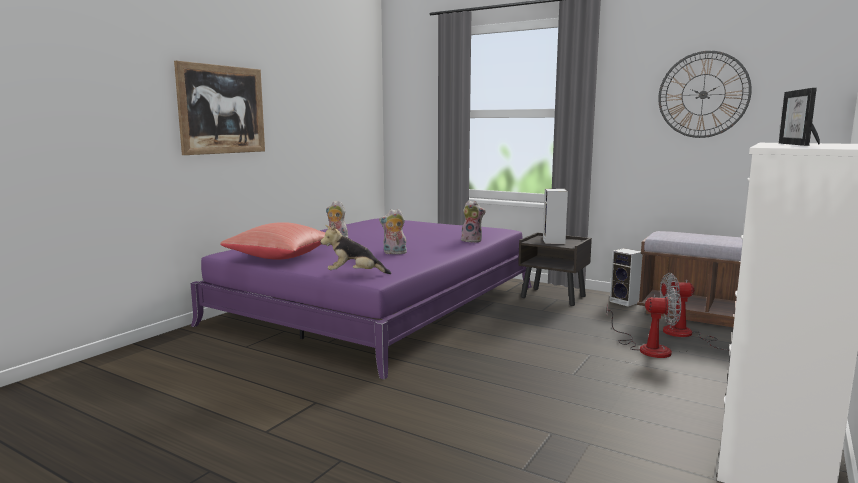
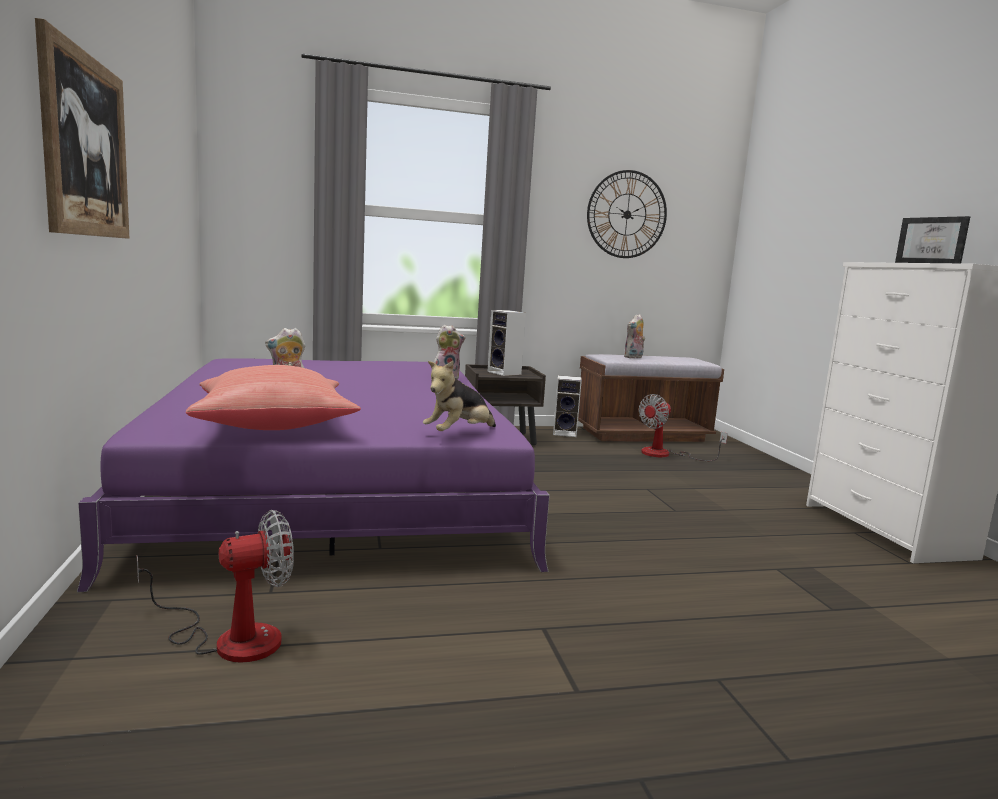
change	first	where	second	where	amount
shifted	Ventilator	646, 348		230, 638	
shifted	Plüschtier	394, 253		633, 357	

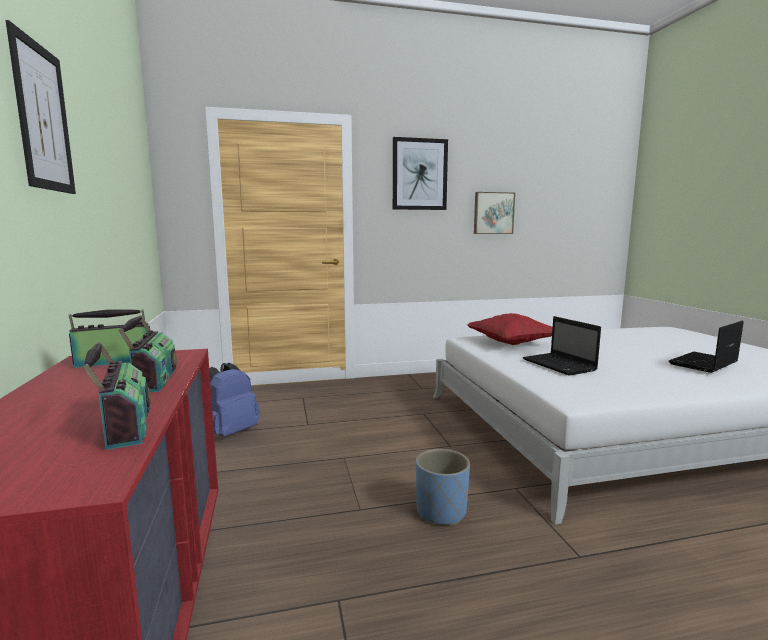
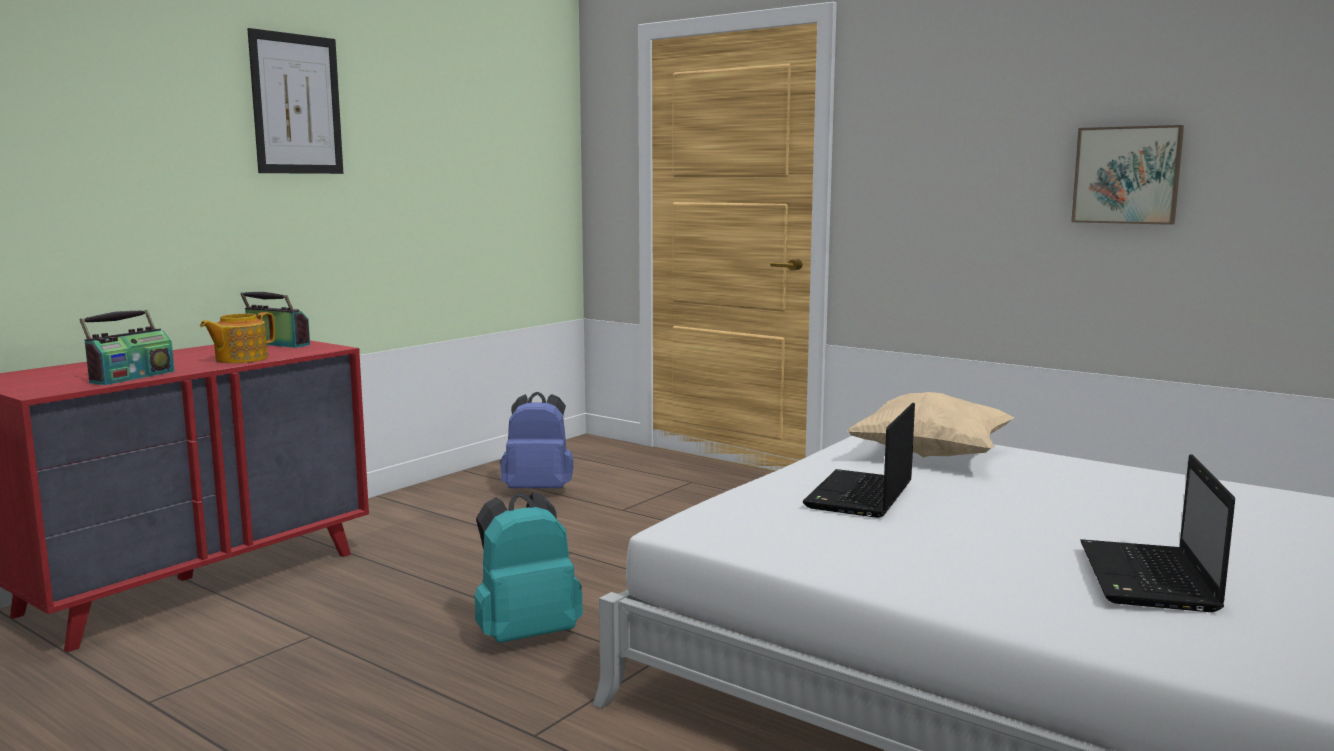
change	first	where	second	where	amount
swapped	Radio	153, 380	Teekanne	240, 359	
swapped	Pflanzkübel (blau)	441, 511	Rucksack (türkis)	525, 634	
repainted	Kissen (rot)	511, 343	Kissen (beige)	931, 455	
rotated	Laptop	703, 364		1149, 579	90 degrees counterclockwise
gone	Bild	419, 174			

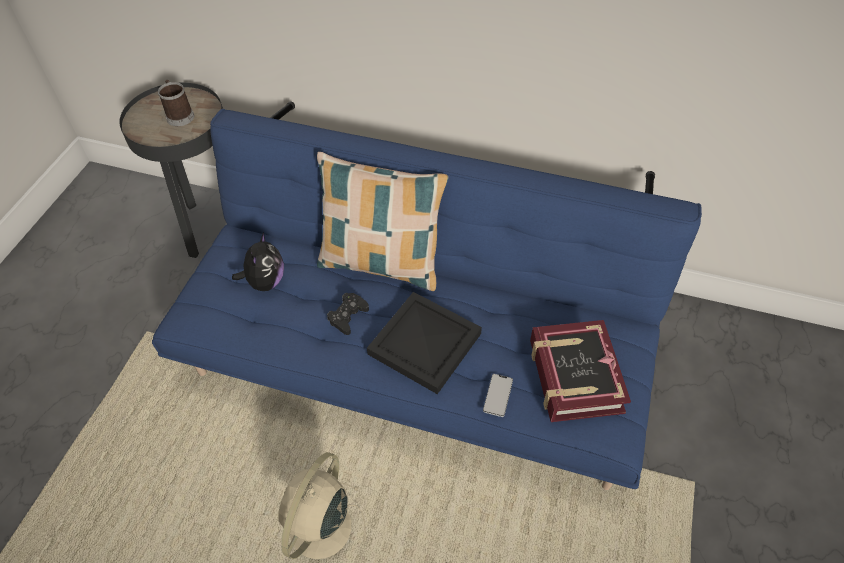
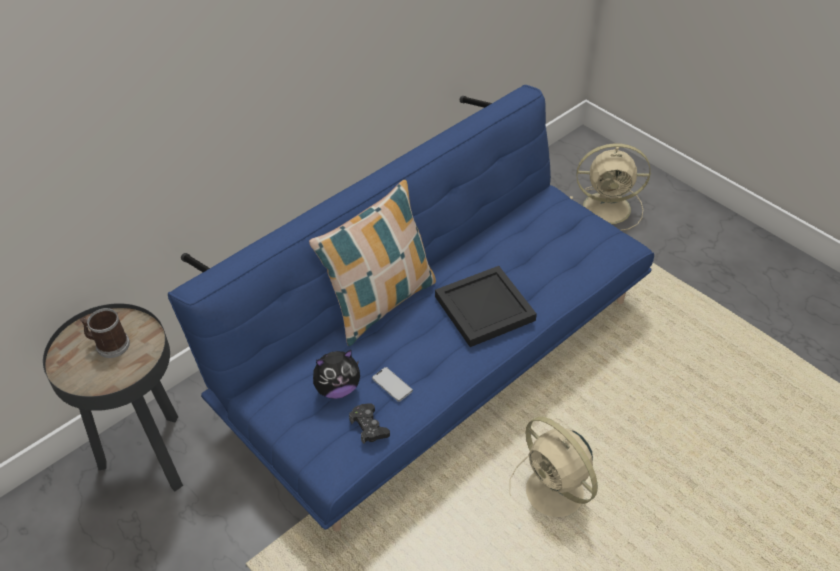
change	first	where	second	where	amount
rotated	Plüschtier	265, 282		337, 388	120 degrees clockwise
shifted	Gamepad (schwarz)	348, 316		369, 427	
shifted	Handy	498, 395		392, 385	
new			Ventilator (beige)	609, 208	
gone	Buch	574, 376			

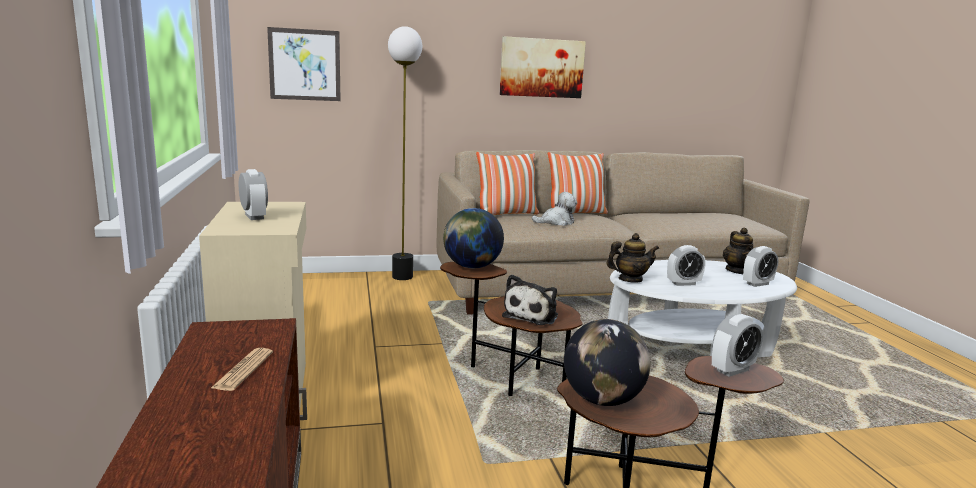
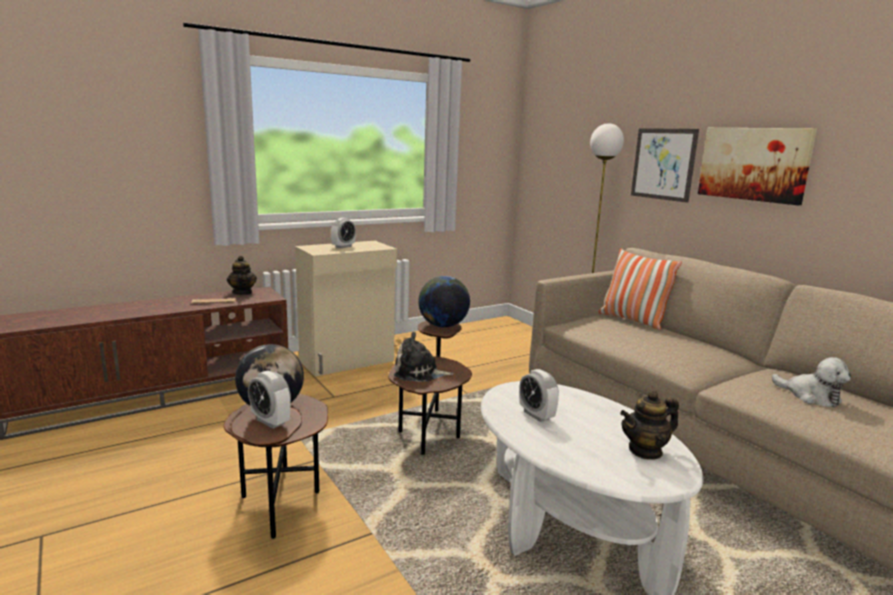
change	first	where	second	where	amount
shifted	Teekanne	630, 279		242, 292	
shifted	Bild	304, 65		663, 164	
shifted	Plüschtier	556, 222		810, 396	
gone	Kissen	575, 213			
gone	Wecker	757, 284			

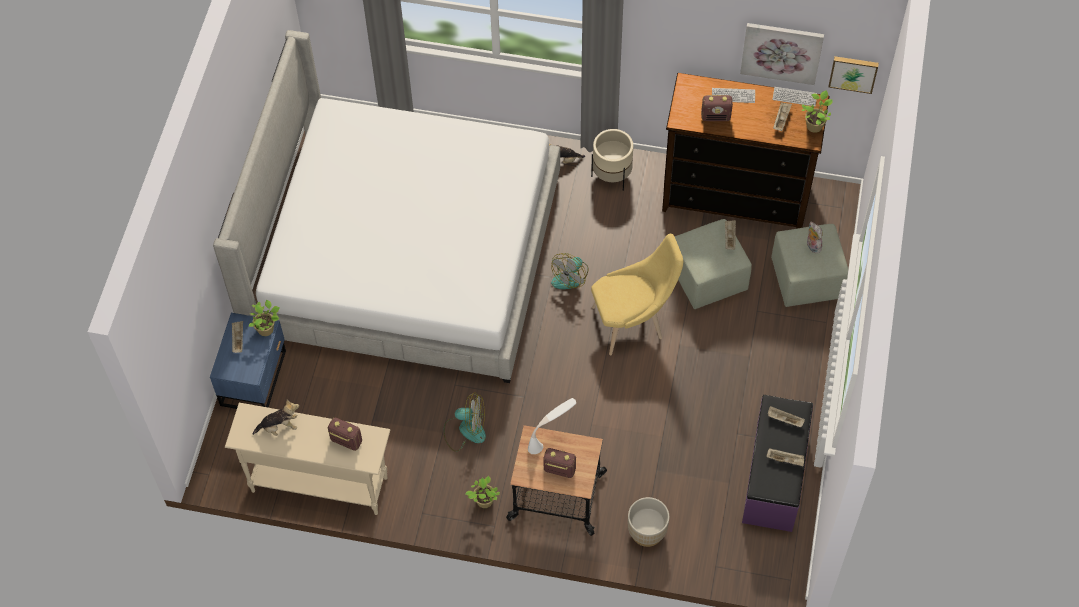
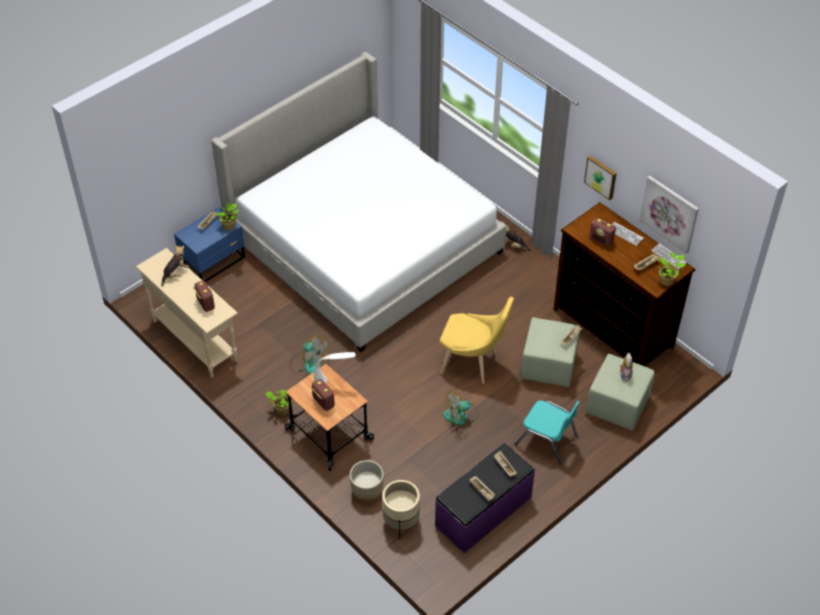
change	first	where	second	where	amount
rotated	Plüschtier	279, 427		175, 273	75 degrees counterclockwise
shifted	Pflanzkübel (beige)	612, 176		401, 522	
shifted	Ventilator	570, 276		461, 415	
new			Stuhl (türkis)	546, 441	
shifted	Bild	853, 73		601, 176	

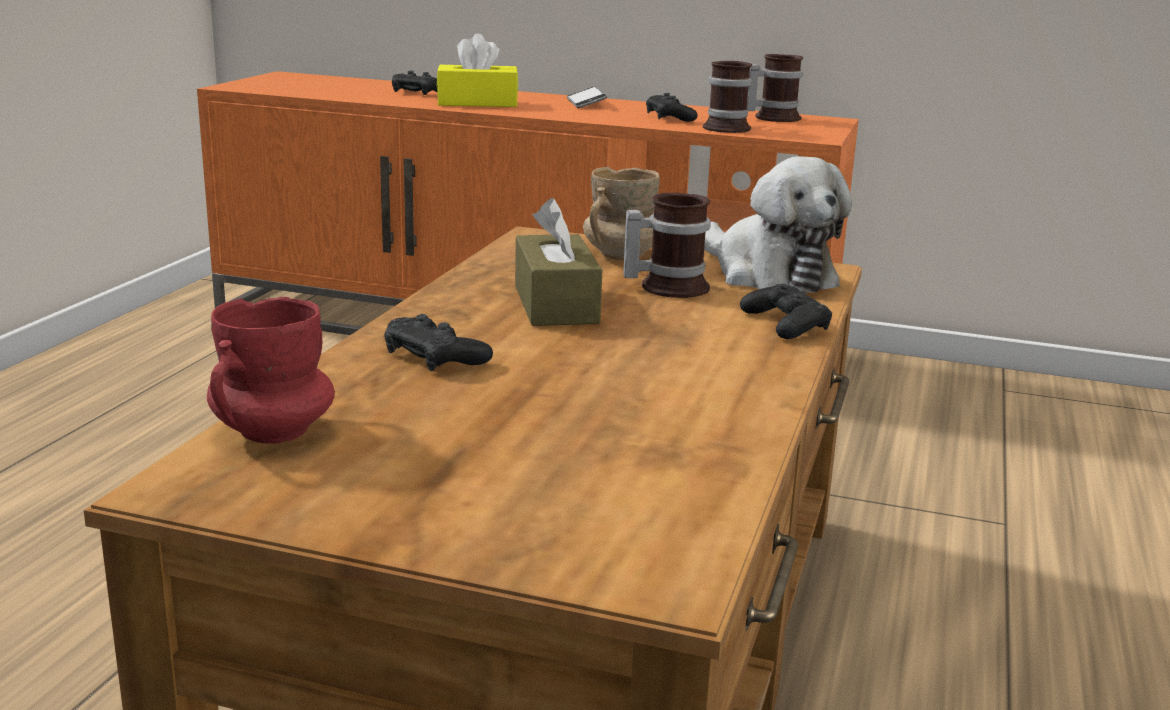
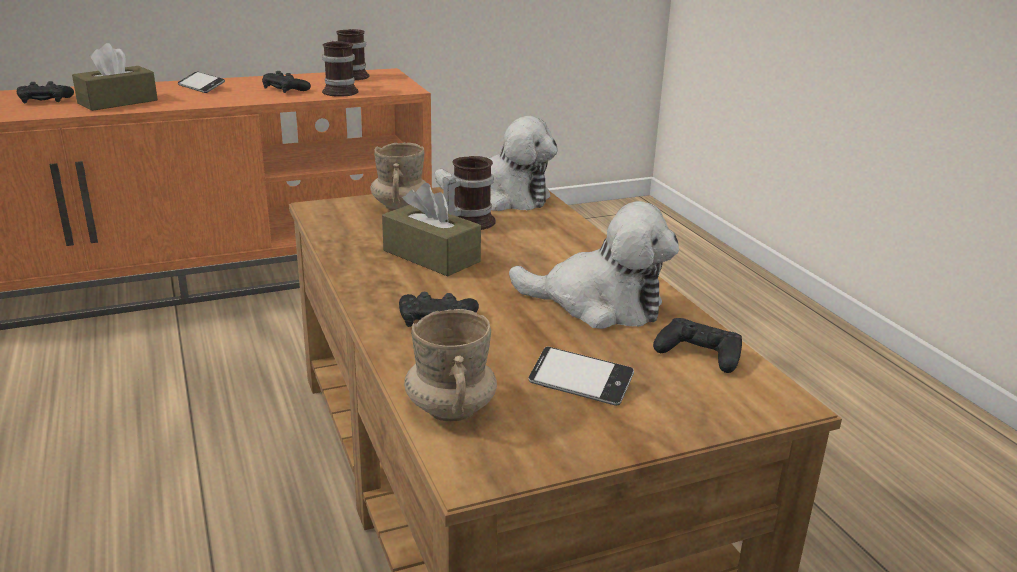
change	first	where	second	where	amount
repainted	Taschentuchbox (gelb)	477, 103	Taschentuchbox (braun)	118, 102	
repainted	Henkelbecher (rot)	274, 431	Henkelbecher (beige)	450, 409	
new			Plüschtier	599, 304	
new			Handy	580, 383	
shifted	Gamepad (schwarz)	785, 324		699, 354	

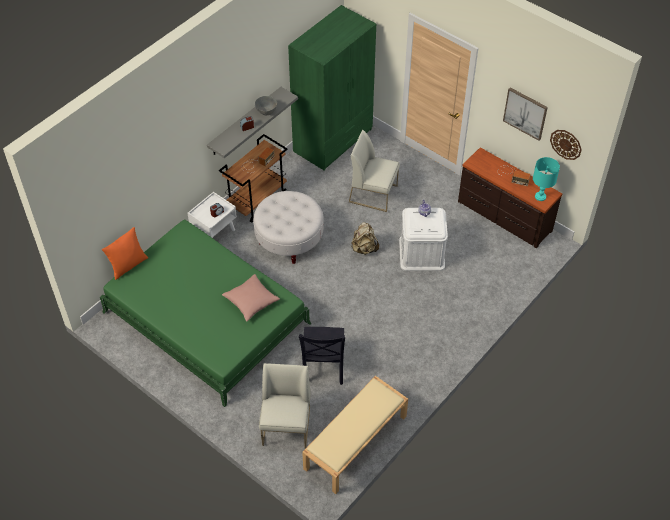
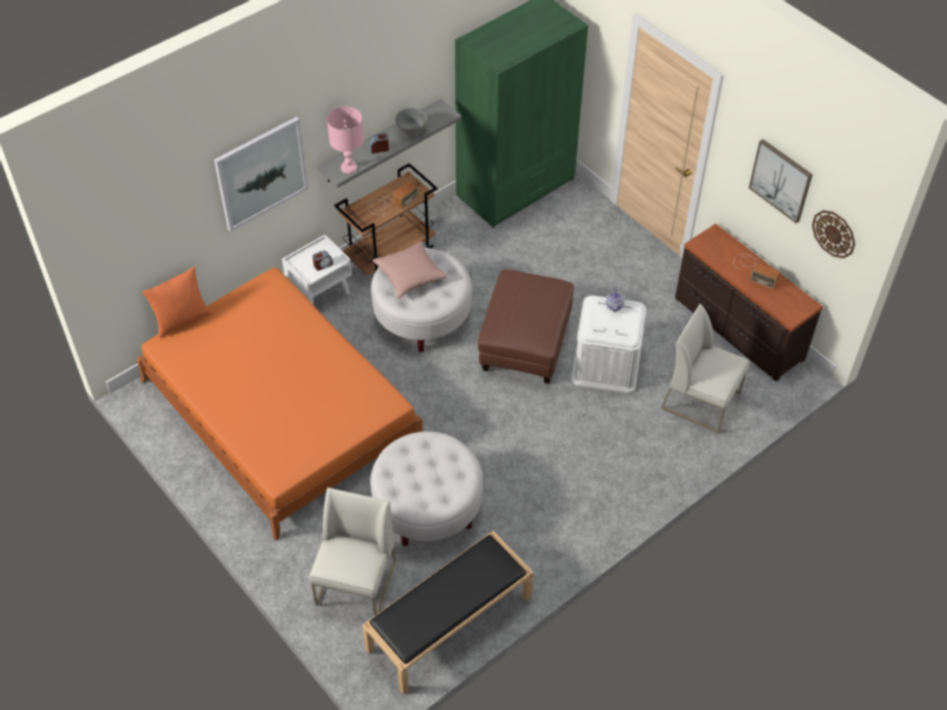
change	first	where	second	where	amount
repainted	Bett (grün)	206, 318	Bett (orange)	280, 410	
new			Bild	261, 173	
new			Tischlampe (rosa)	349, 167	
repainted	Bank (beige)	355, 443	Bank (schwarz)	449, 624	
swapped	Stuhl (schwarz)	323, 368	Polsterhocker (weiß)	427, 507	
shifted	Kissen (rosa)	251, 301		410, 275	
swapped	Rucksack (beige)	364, 248	Polsterhocker (braun)	525, 345	
shifted	Stuhl (weiß)	373, 193		701, 400	
gone	Tischlampe (türkis)	540, 196			

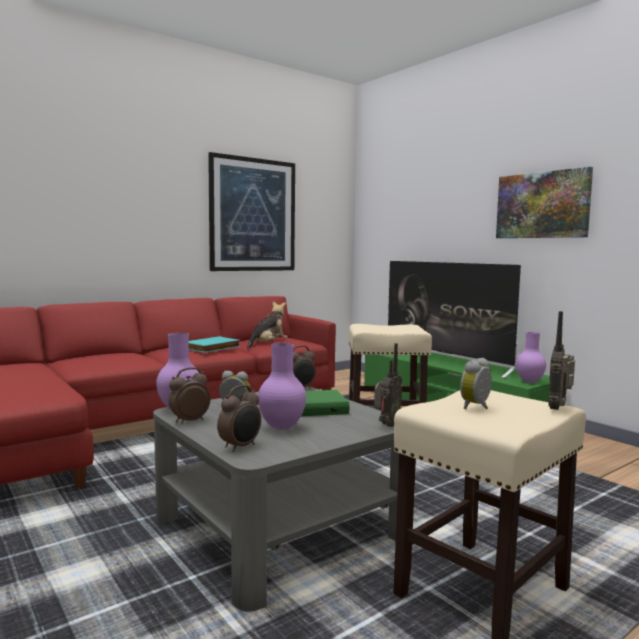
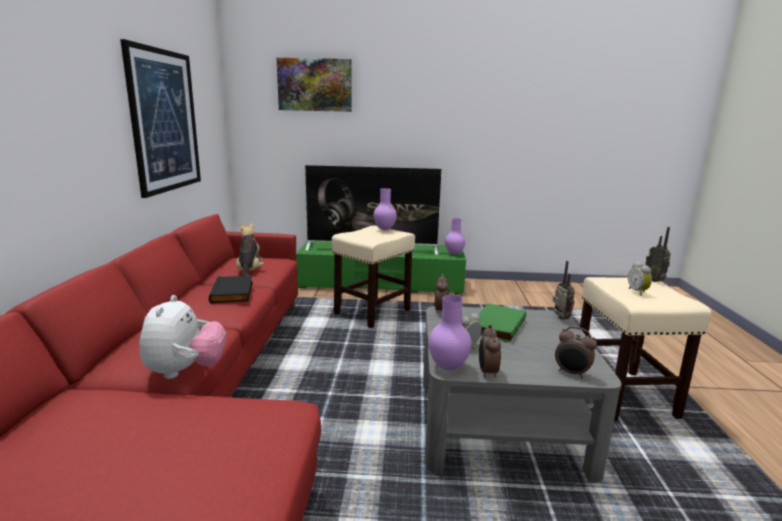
change	first	where	second	where	amount
new			Plüschtier	185, 371	
repainted	Buch (türkis)	213, 348	Buch (schwarz)	233, 292	
shifted	Bild	542, 205		315, 85	
shifted	Vase (lila)	283, 427		385, 229	
rotated	Wecker	240, 447		571, 373	135 degrees clockwise

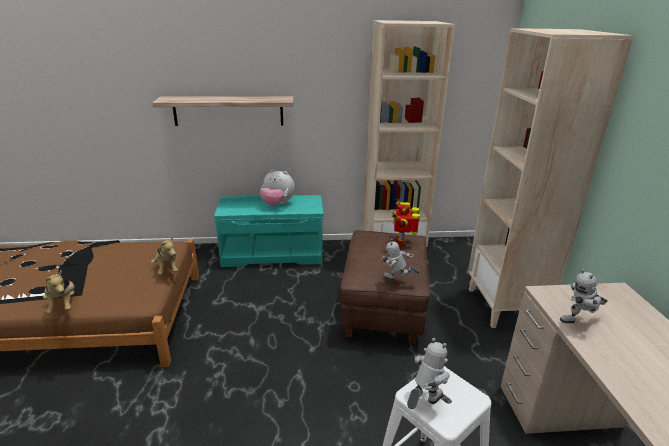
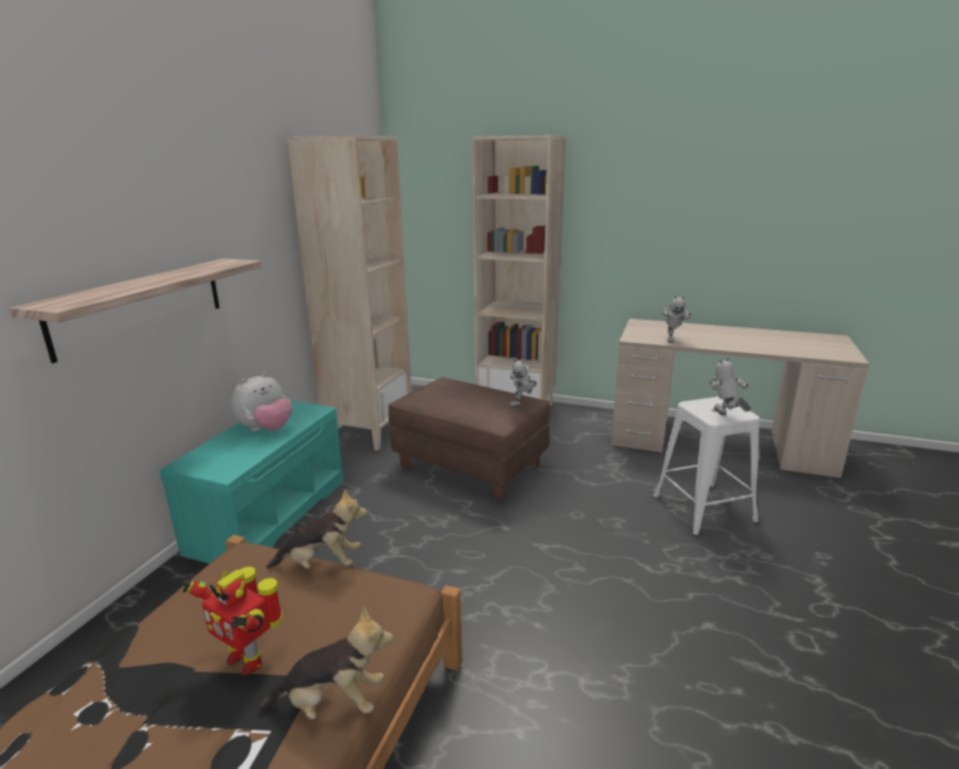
change	first	where	second	where	amount
shifted	Spielzeugroboter	401, 242		247, 658	

